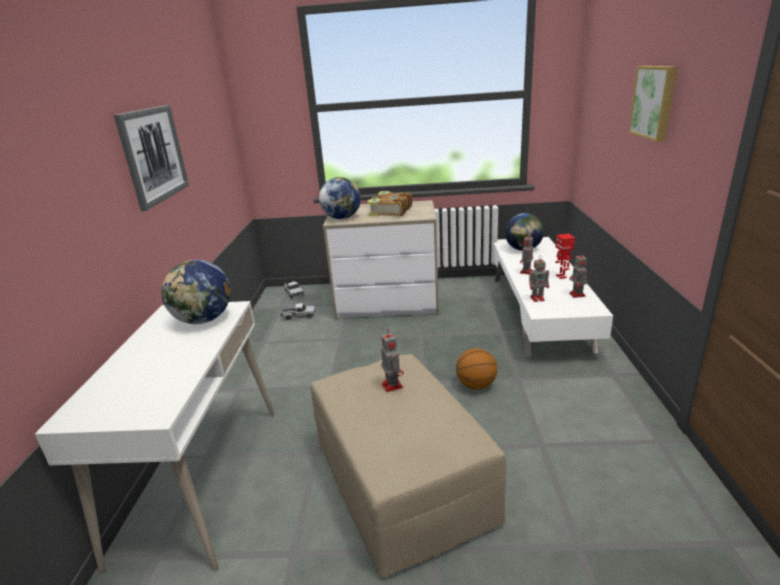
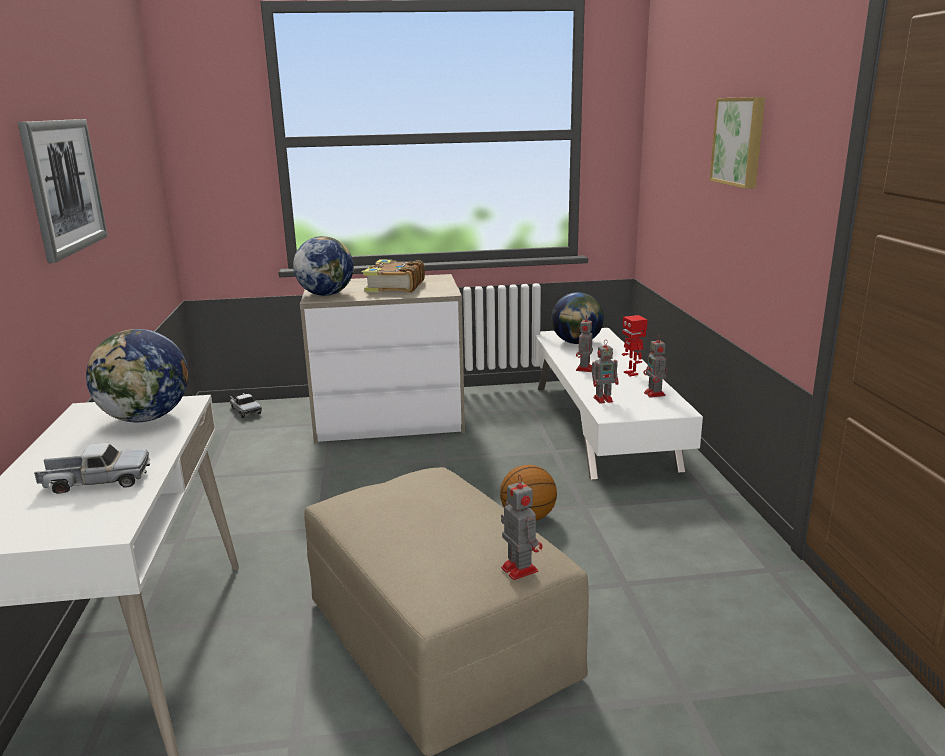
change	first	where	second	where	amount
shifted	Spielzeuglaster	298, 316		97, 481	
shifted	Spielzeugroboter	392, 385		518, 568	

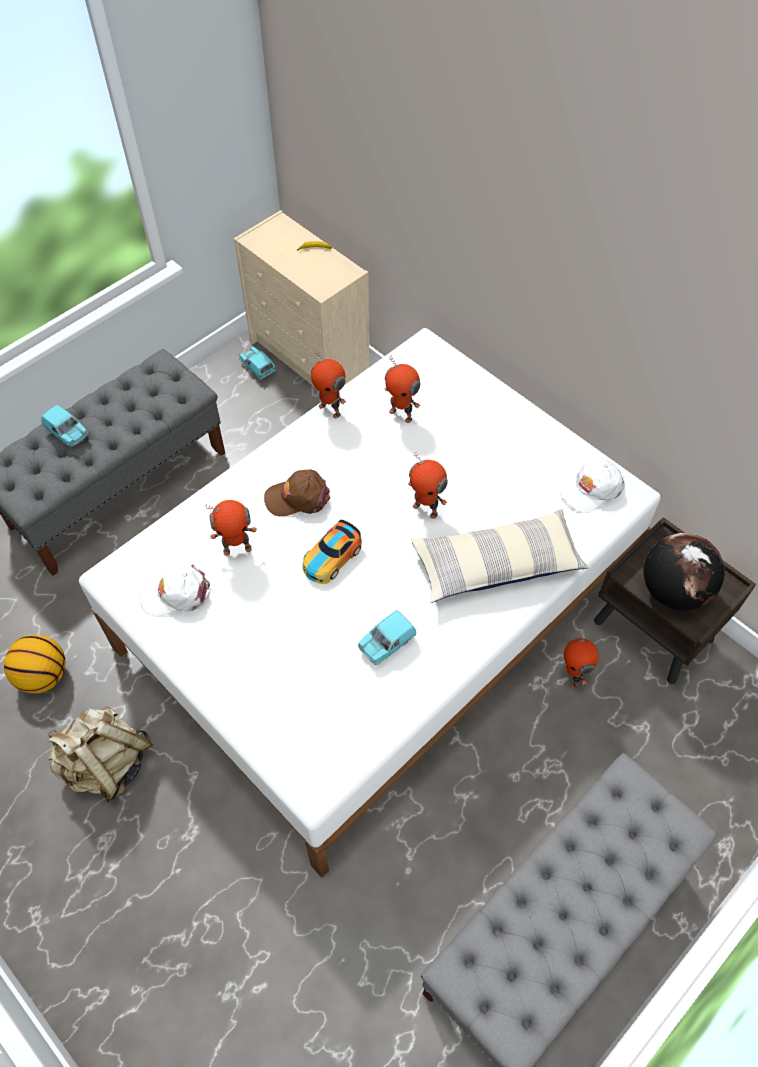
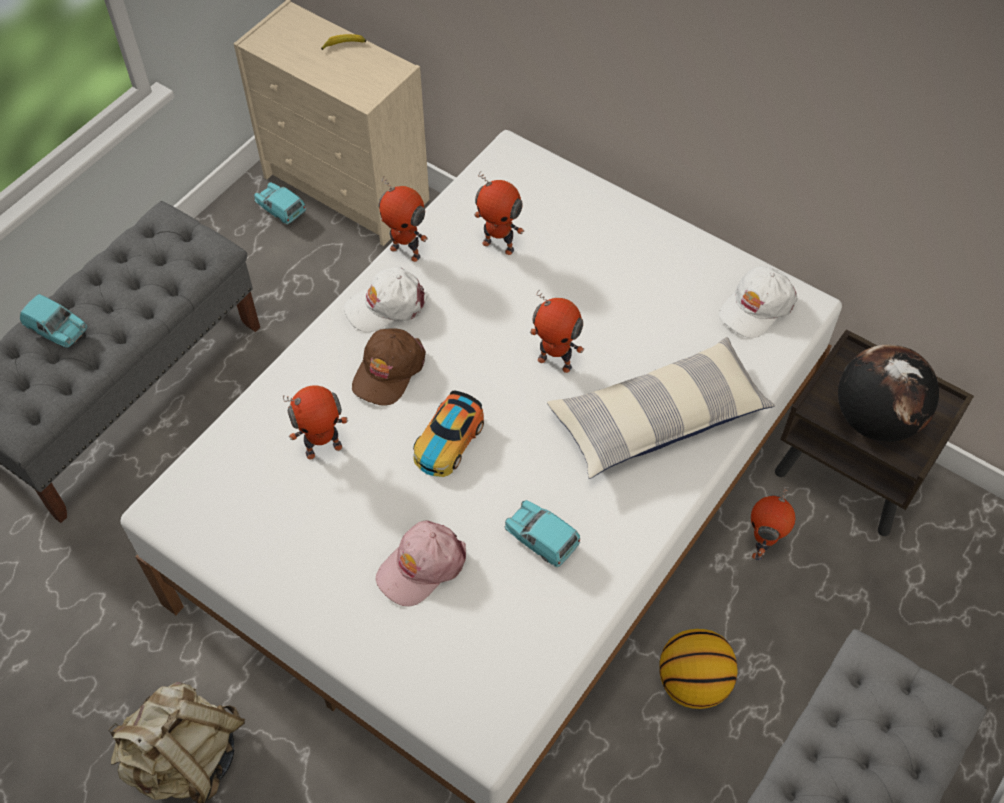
change	first	where	second	where	amount
shifted	Kappe (weiß)	176, 593		386, 305	
rotated	Kappe (braun)	298, 497		388, 371	45 degrees counterclockwise
new			Kappe (rosa)	421, 566	
rotated	Spielzeugauto (türkis)	386, 643		541, 539	90 degrees clockwise
shifted	Basketball	43, 675		692, 682	
rotated	Spielzeugroboter	572, 676		762, 547	45 degrees clockwise

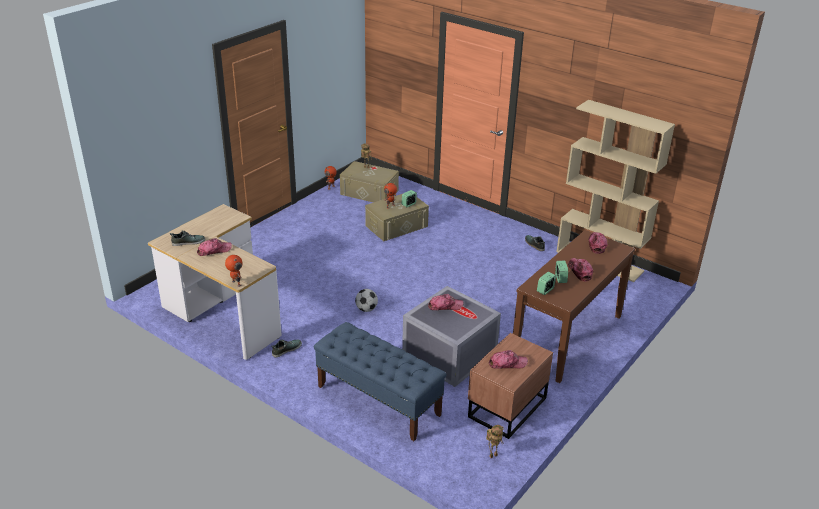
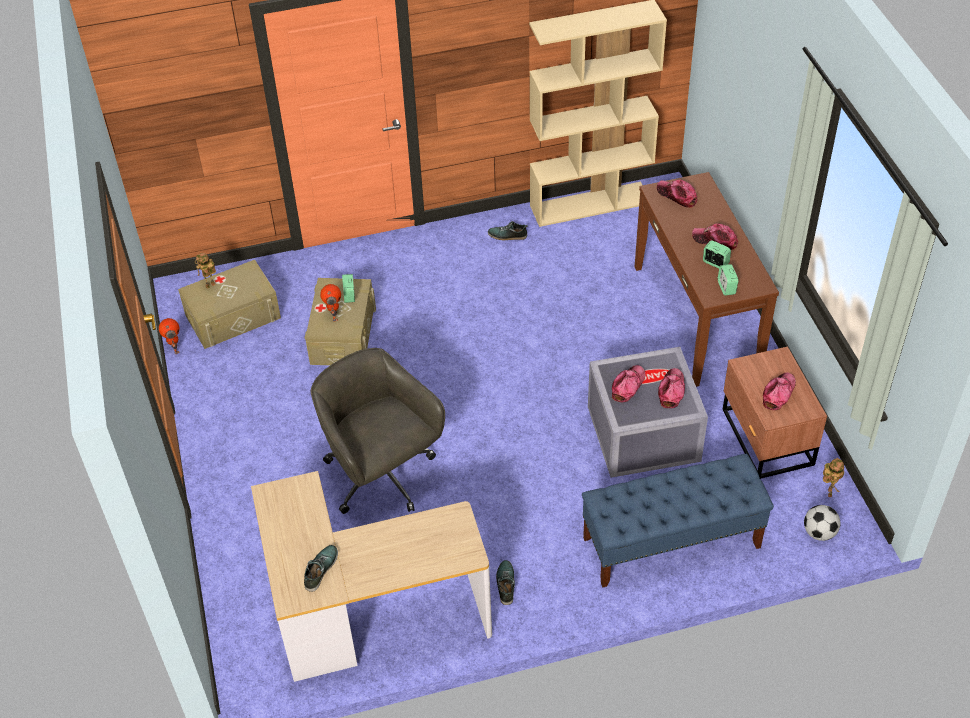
change	first	where	second	where	amount
new			Bürostuhl (grau)	381, 477	
shifted	Kappe	214, 250		671, 390	
shifted	Fußball	366, 309		819, 533	
gone	Spielzeugroboter	235, 283			

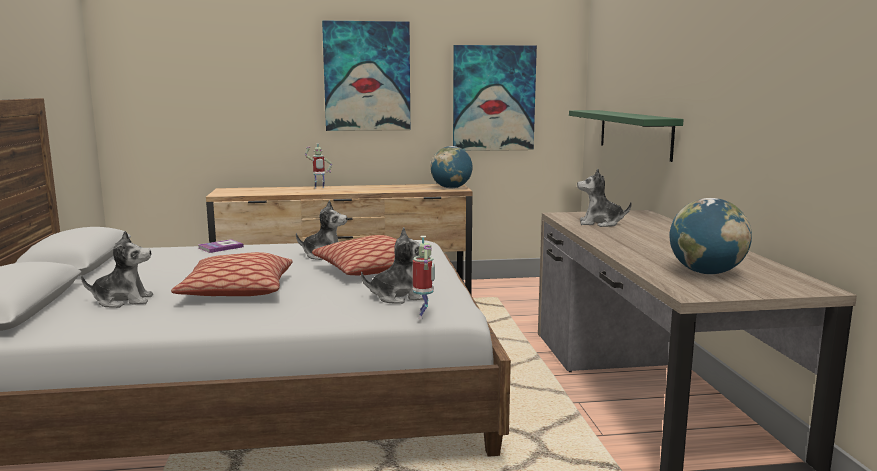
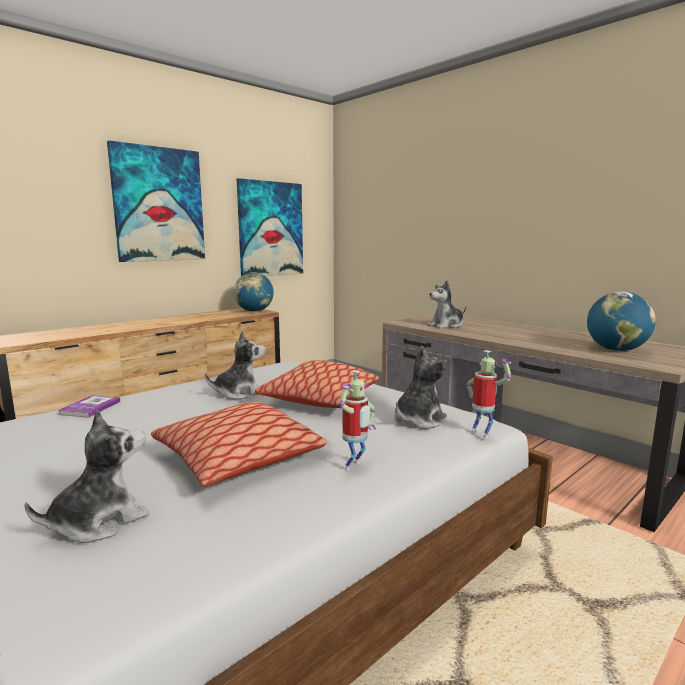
change	first	where	second	where	amount
shifted	Spielzeugroboter	319, 188		355, 467	
gone	Wandregal (grün)	634, 133			

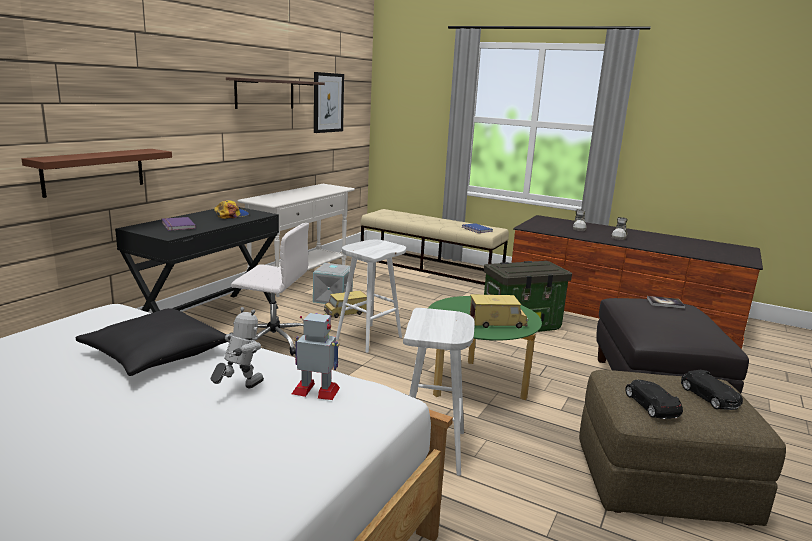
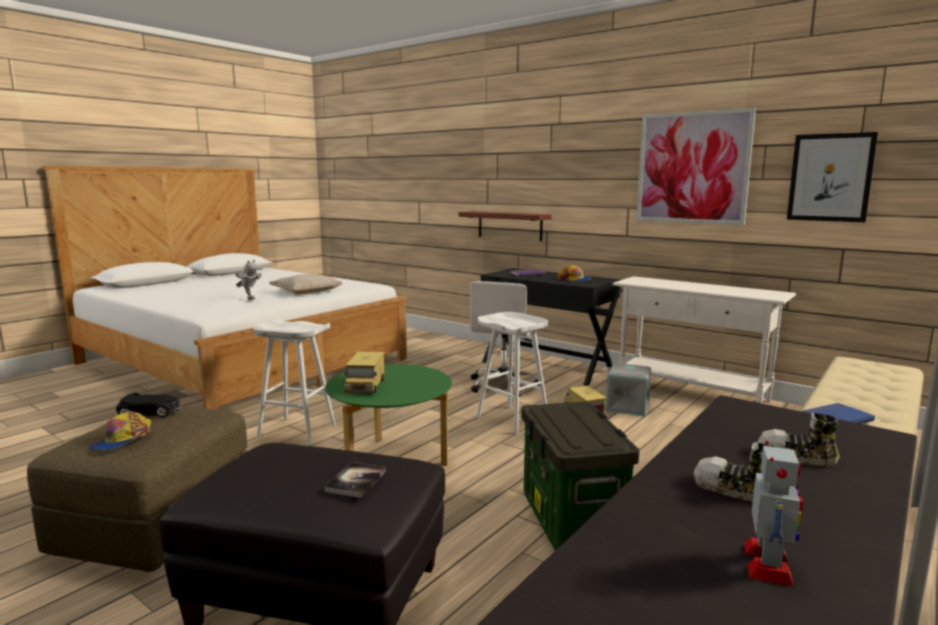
change	first	where	second	where	amount
swapped	Spielzeugauto (schwarz)	710, 397	Kappe	122, 441	
repainted	Kissen (schwarz)	155, 353	Kissen (beige)	306, 291	
swapped	Wandregal	265, 94	Bild	692, 168	
shifted	Spielzeugroboter	316, 391		768, 564	

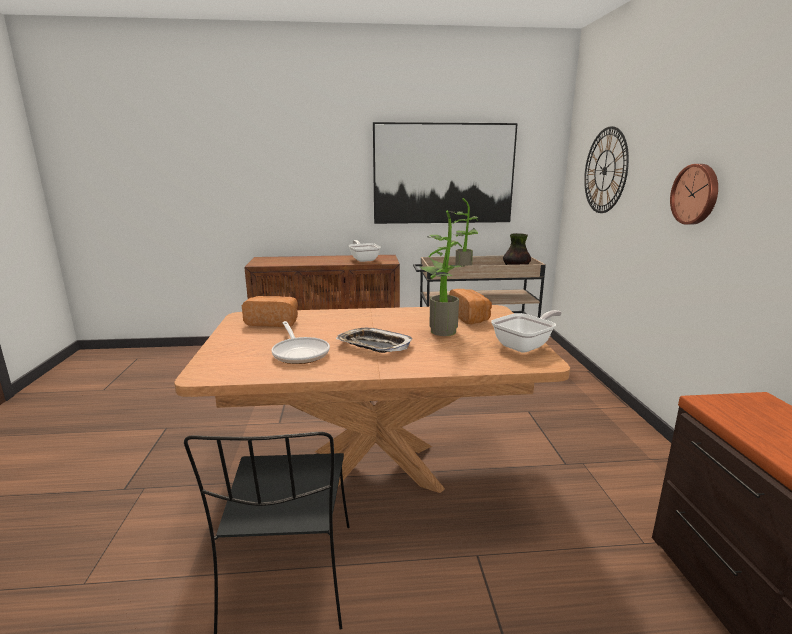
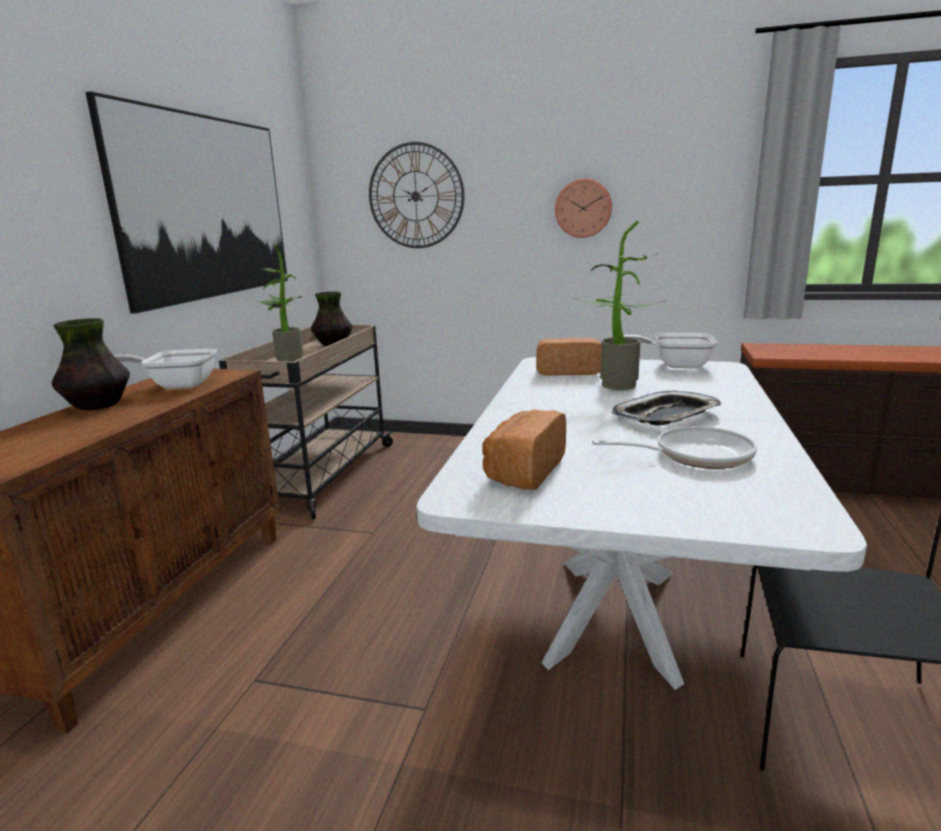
change	first	where	second	where	amount
new			Vase	98, 406	
repainted	Esstisch (braun)	376, 470	Esstisch (weiß)	616, 613	
rotated	Pfanne	526, 345		674, 365	60 degrees counterclockwise

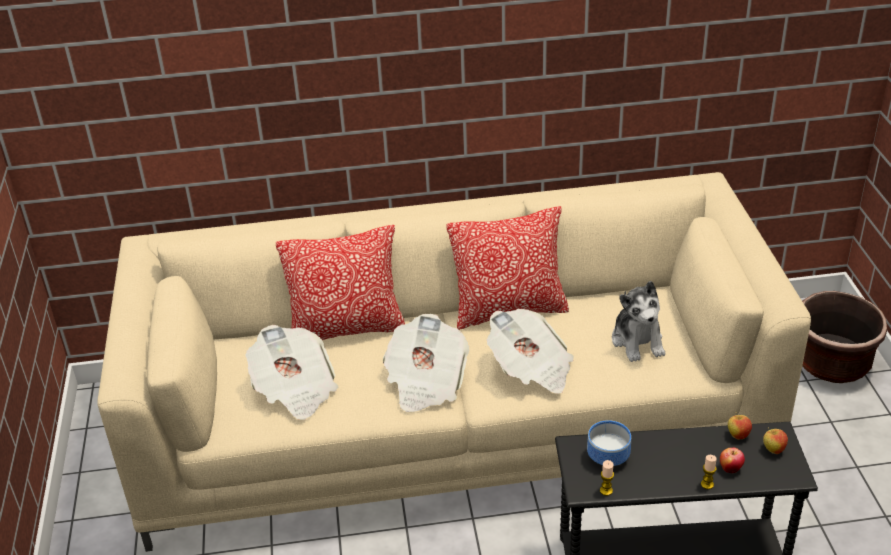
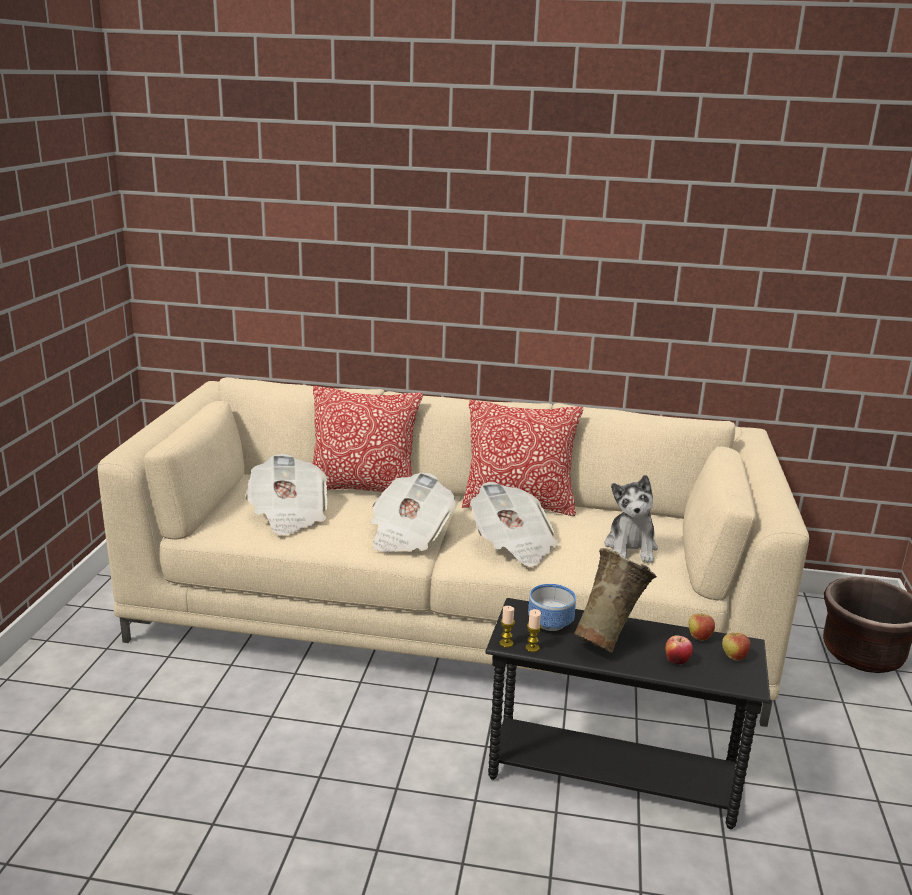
change	first	where	second	where	amount
shifted	Kerze	707, 484		506, 643	
new			Vase (beige)	609, 640	

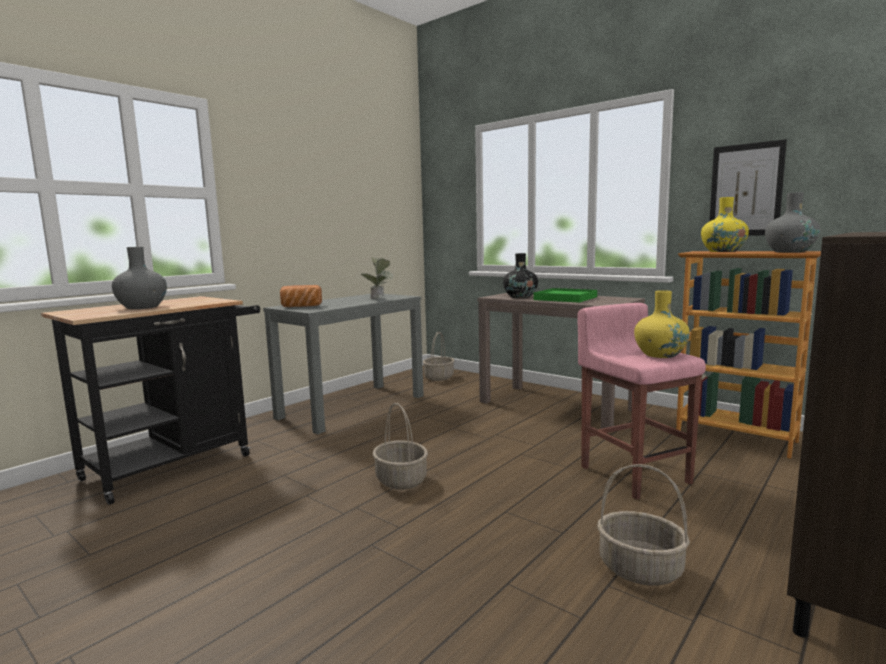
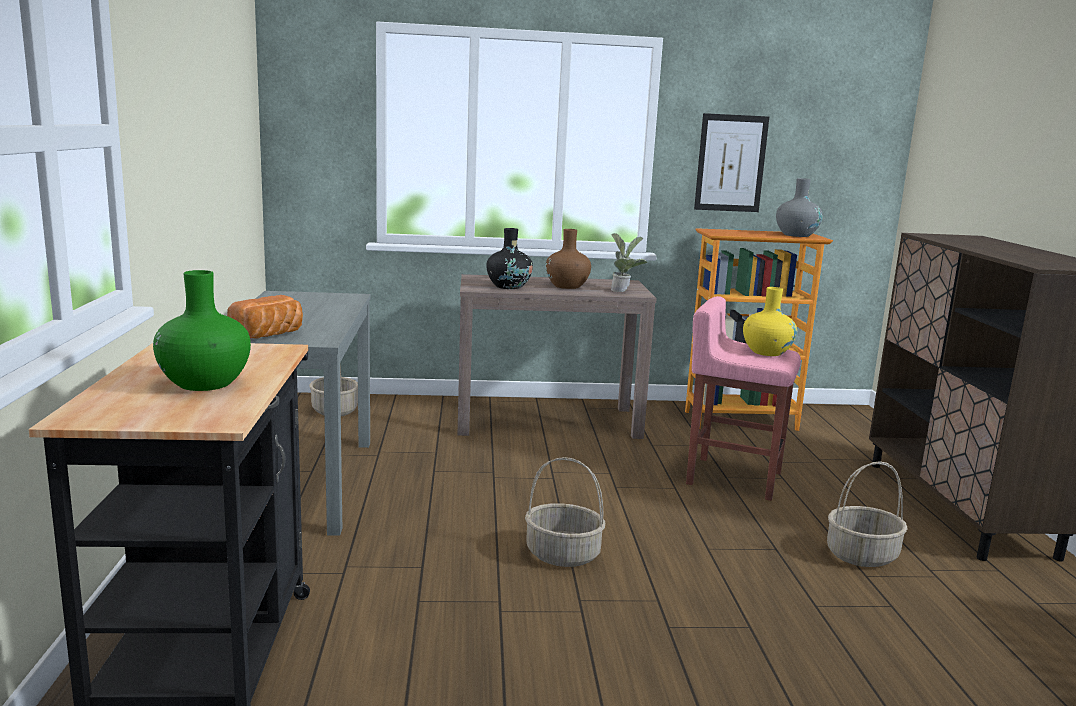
change	first	where	second	where	amount
repainted	Vase (grau)	142, 307	Vase (grün)	204, 383	
swapped	Tablett (grün)	565, 298	Vase (braun)	567, 286	
shifted	Topfpflanze	379, 299		624, 291	
gone	Vase (gelb)	723, 251			

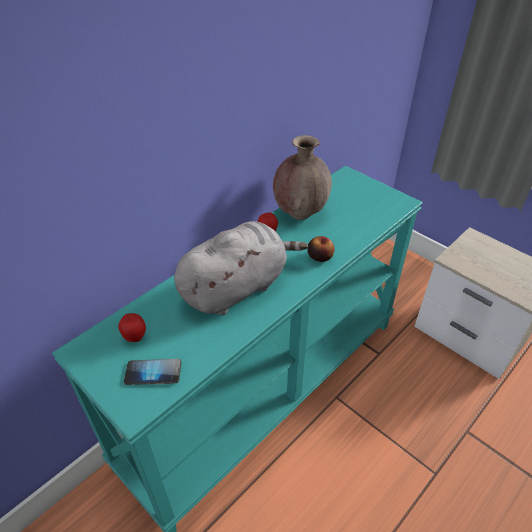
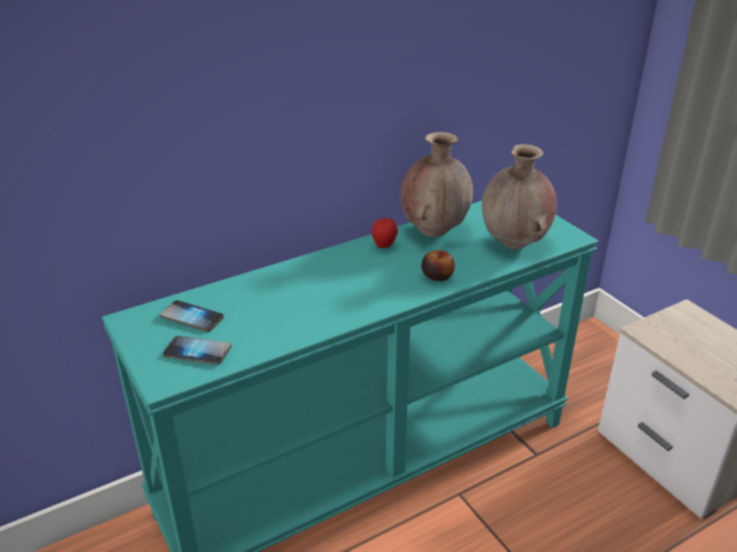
change	first	where	second	where	amount
swapped	Apfel	135, 337	Handy	192, 317	
new			Vase (braun)	514, 243	
gone	Plüschtier (grau)	237, 287			

